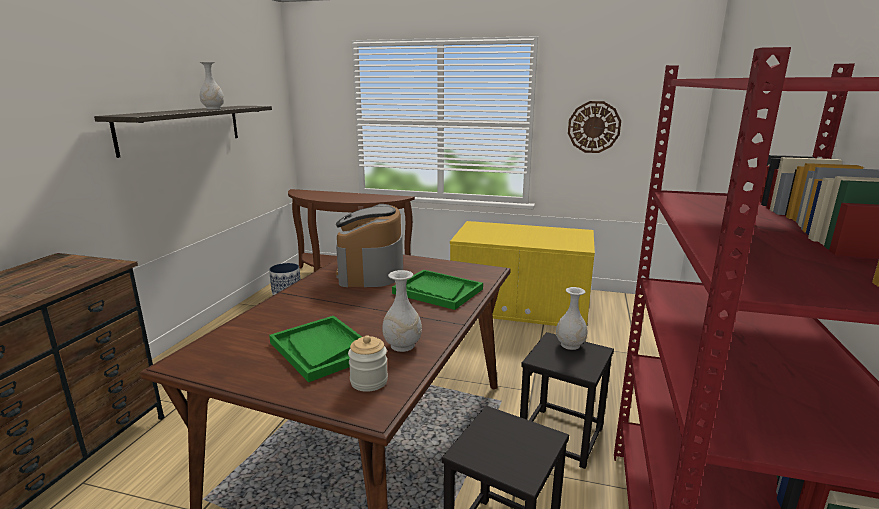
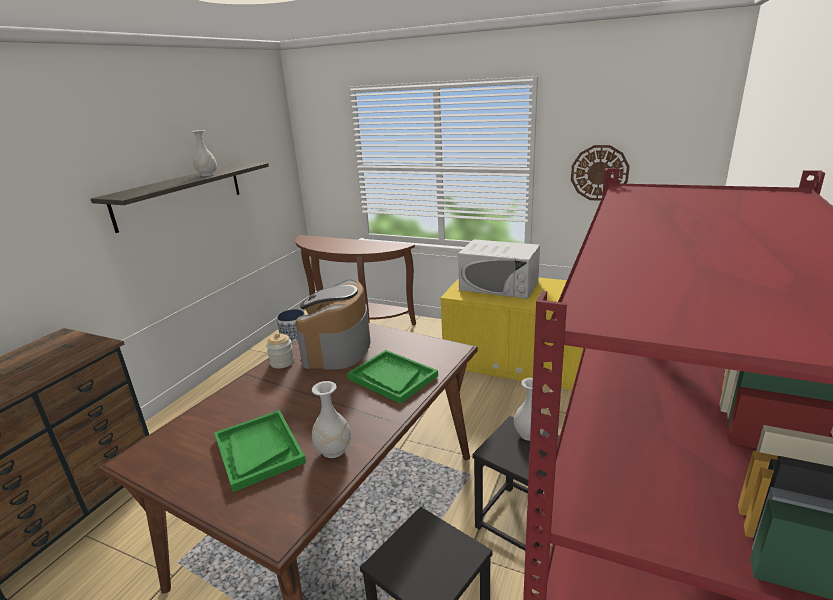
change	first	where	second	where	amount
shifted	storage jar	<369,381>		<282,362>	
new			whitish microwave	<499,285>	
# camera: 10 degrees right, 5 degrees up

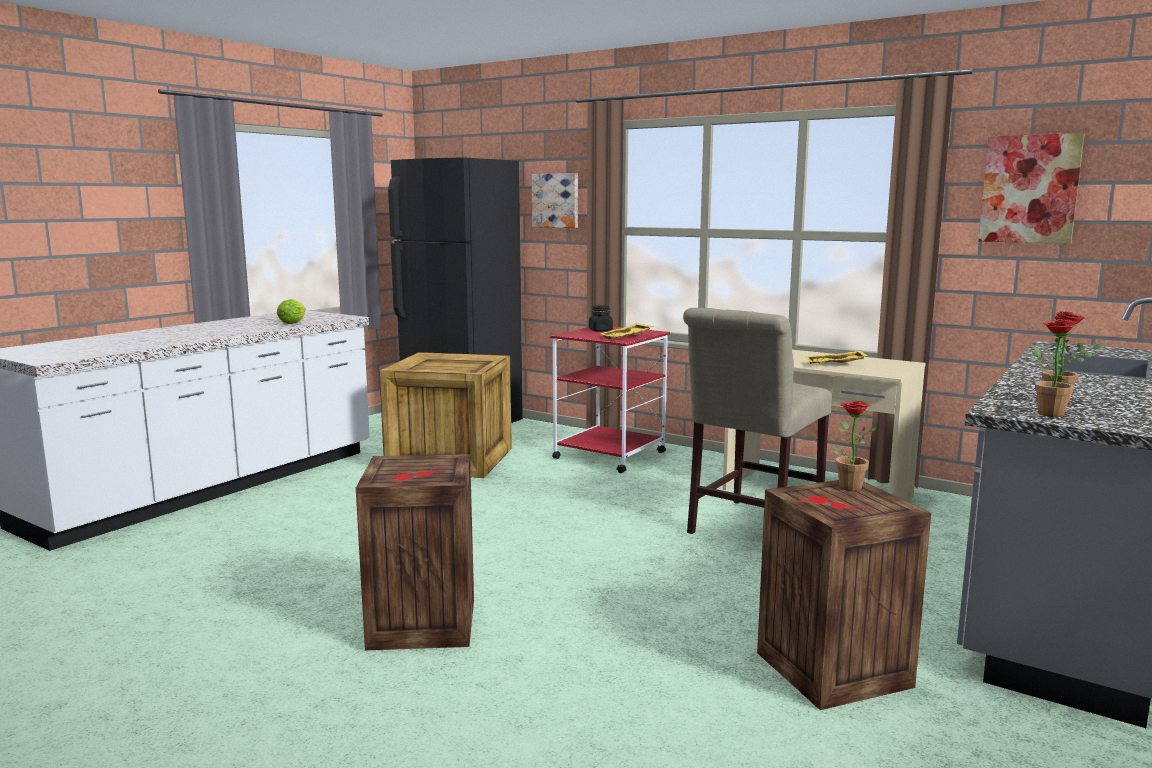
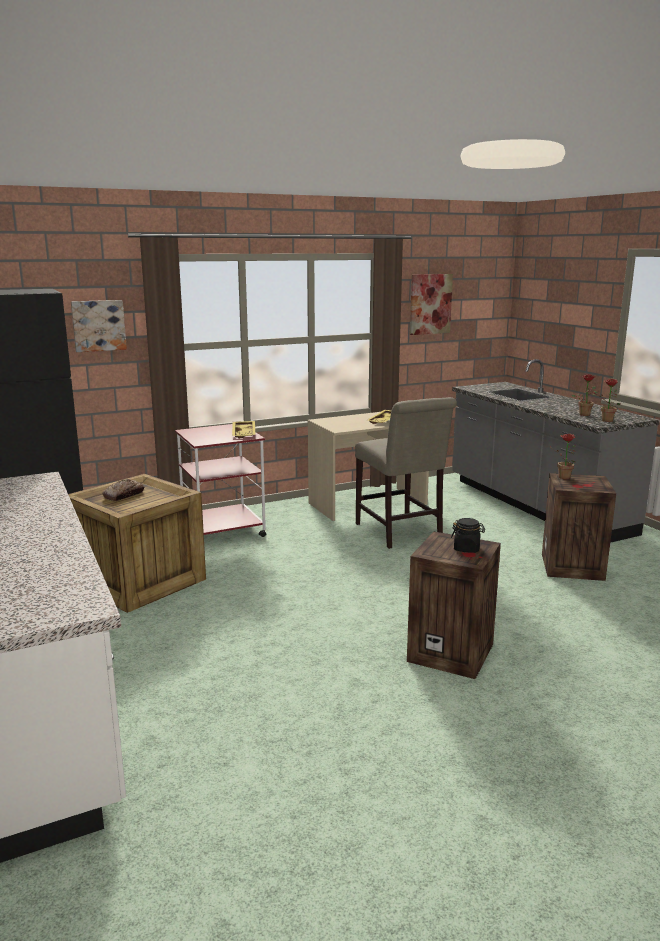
change	first	where	second	where	amount
gone	lettuce	<293,322>			
shifted	black-coloured storage jar	<600,330>		<467,548>	
new			baked bread	<124,495>	
# camera: 60 degrees left, 5 degrees up

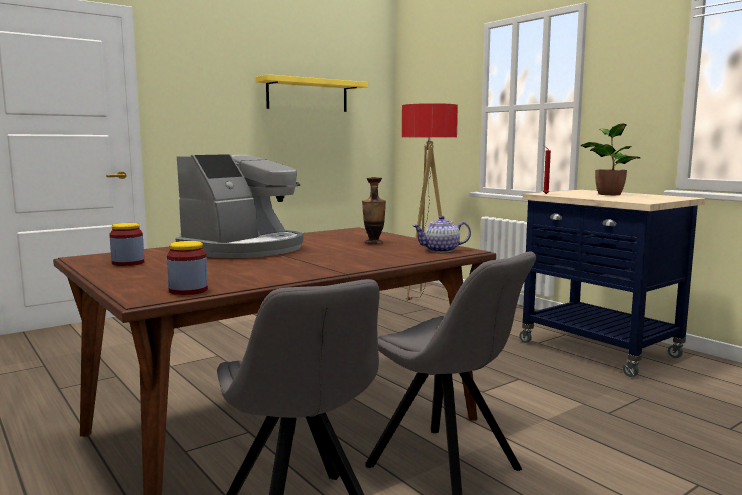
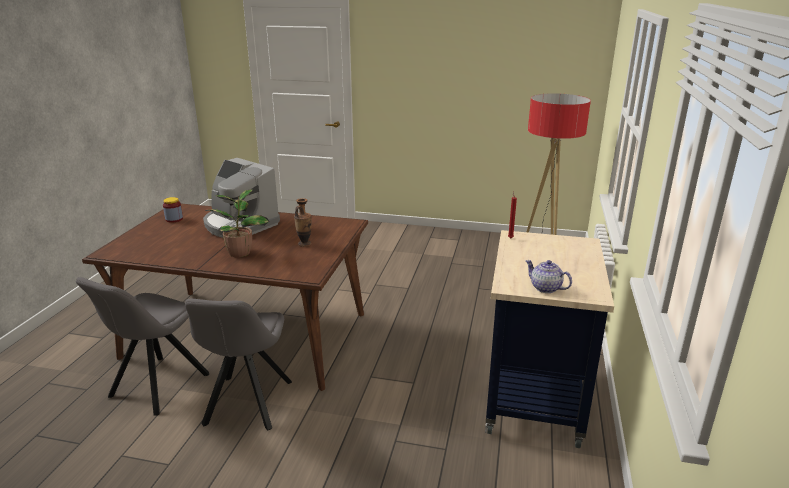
change	first	where	second	where	amount
gone	storage jar	<188,290>			
rotated	coffee maker	<245,249>		<240,224>	45 degrees clockwise
gone	yellow-coloured wall shelf	<307,95>			
shifted	pot for tea	<441,250>		<545,288>	
shifted	houseplant	<608,194>		<241,252>	
# camera: 50 degrees right, 15 degrees up

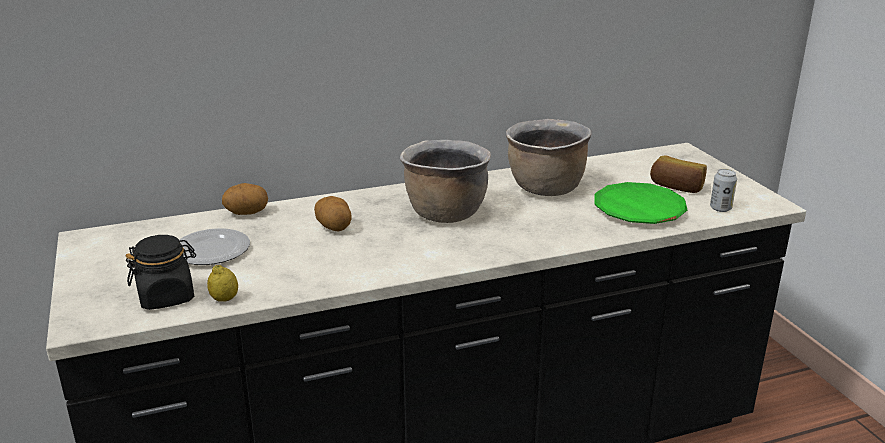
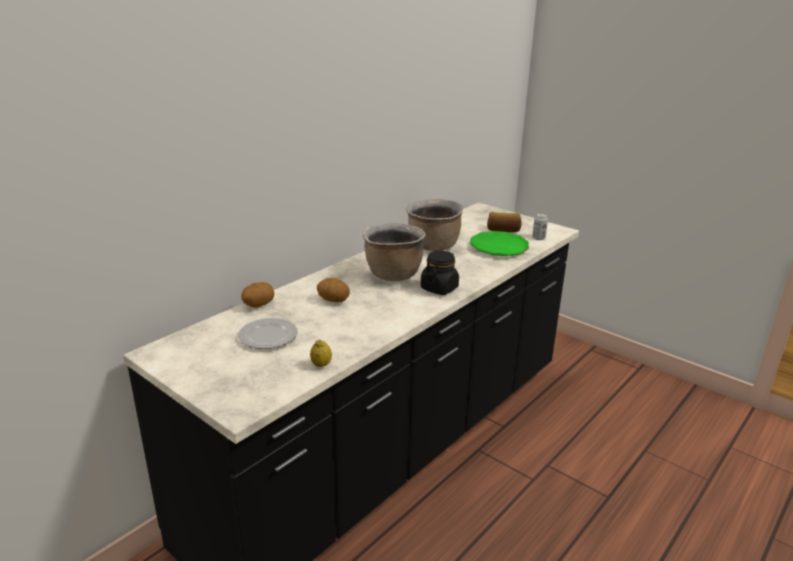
change	first	where	second	where	amount
shifted	black-coloured storage jar	<166,297>		<439,288>	
# camera: 30 degrees left, 0 degrees up

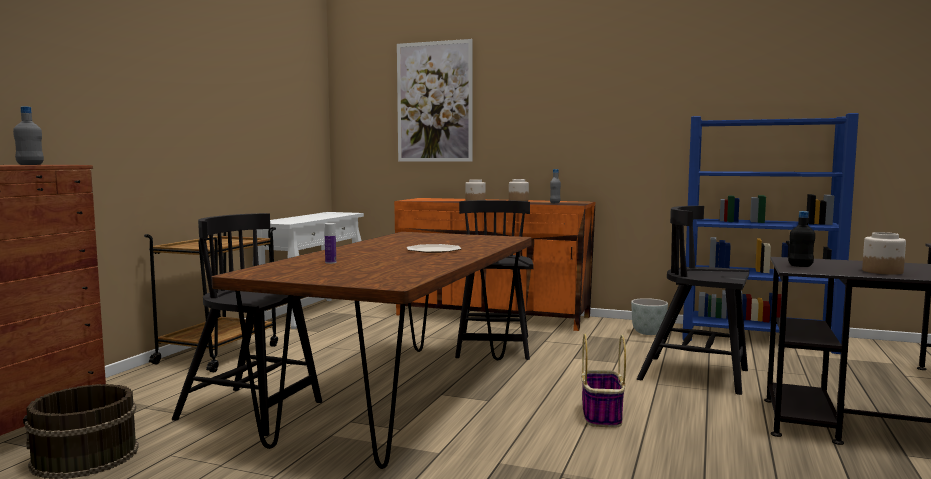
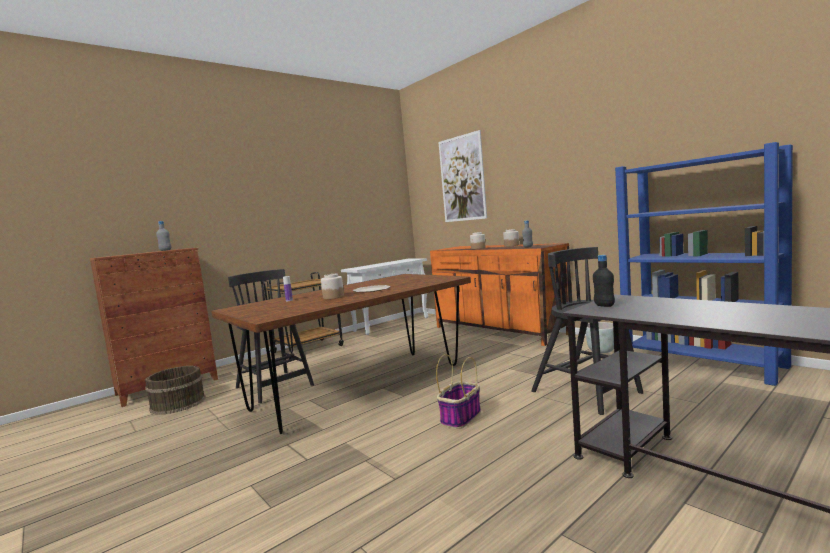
change	first	where	second	where	amount
gone	black-coloured chair	<493,347>			
shifted	storage jar	<882,271>		<333,297>	
# camera: 30 degrees right, 0 degrees up

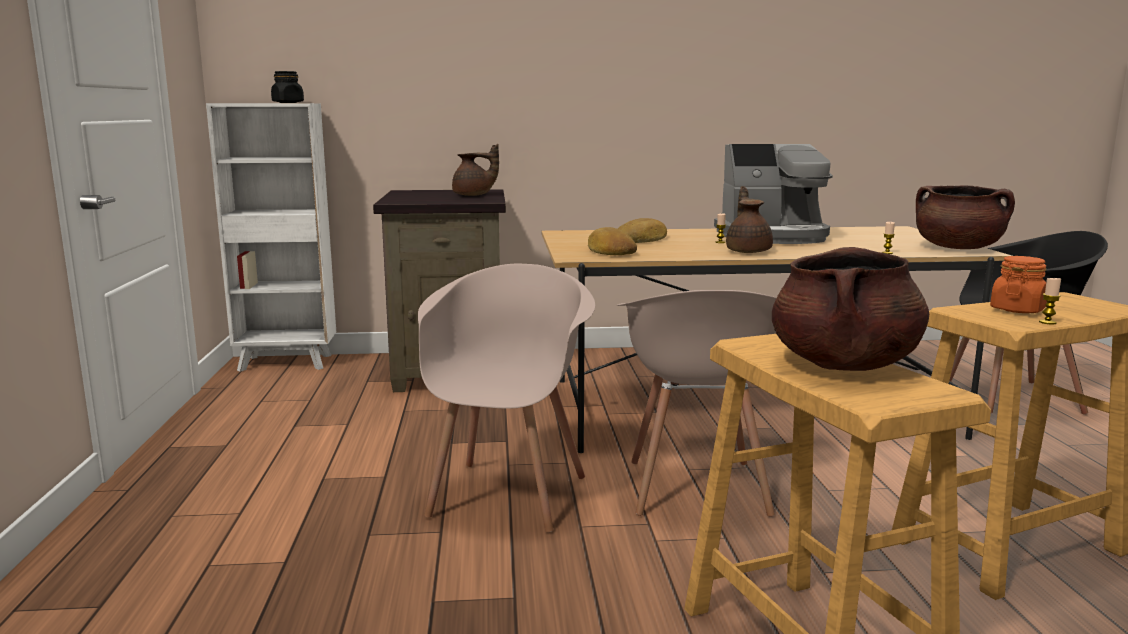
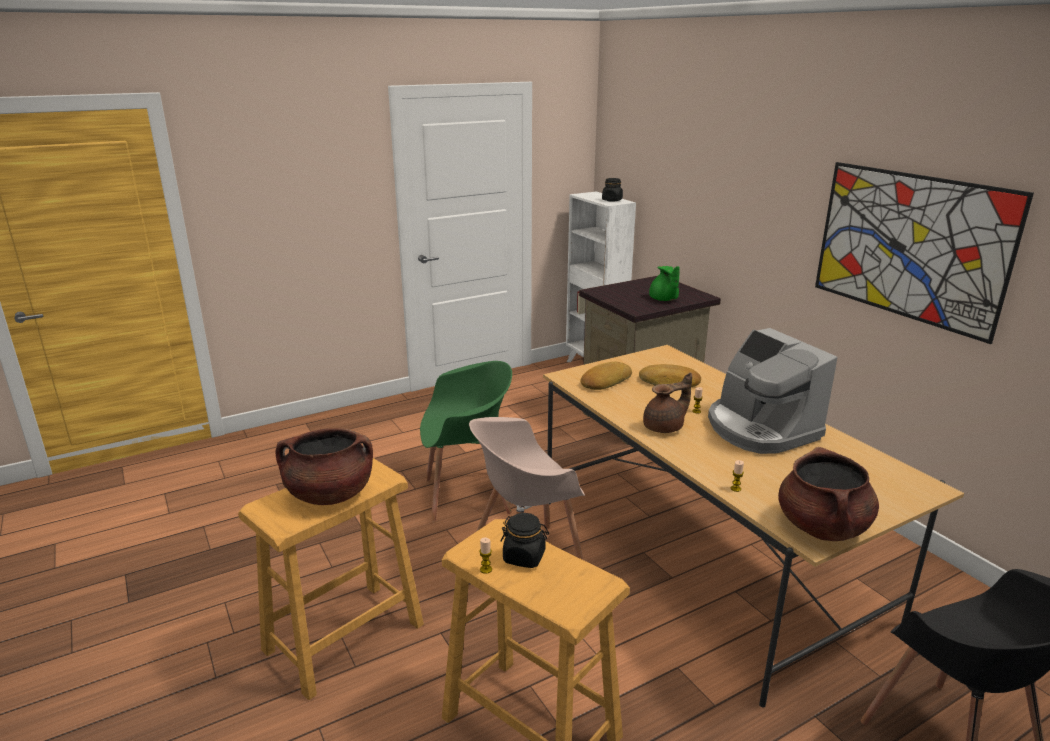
change	first	where	second	where	amount
repainted	sand-coloured chair	<508,495>	green chair	<468,495>	
repainted	brown-coloured pot for tea	<473,195>	green pot for tea	<664,299>	
repainted	orange storage jar	<1017,310>	black-coloured storage jar	<524,557>	
new			picture	<909,246>	
# camera: 65 degrees right, 10 degrees up

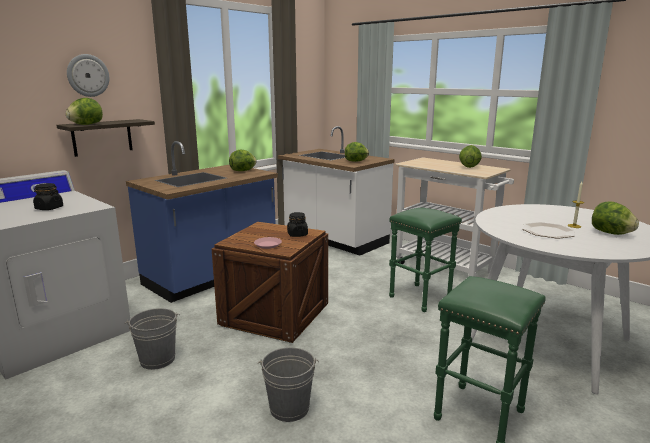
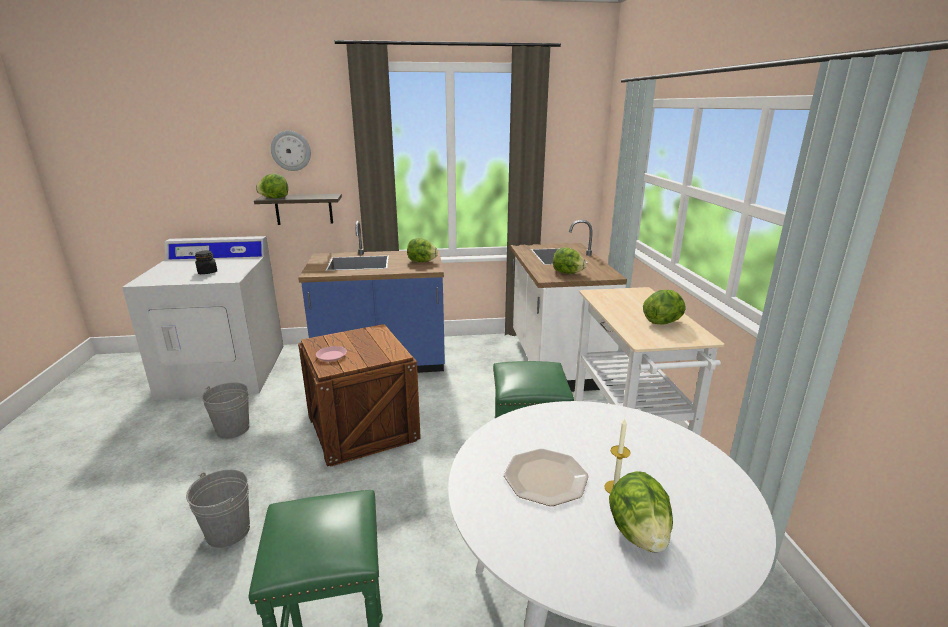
change	first	where	second	where	amount
gone	black-coloured storage jar	<297,234>			
# camera: 40 degrees right, 5 degrees up

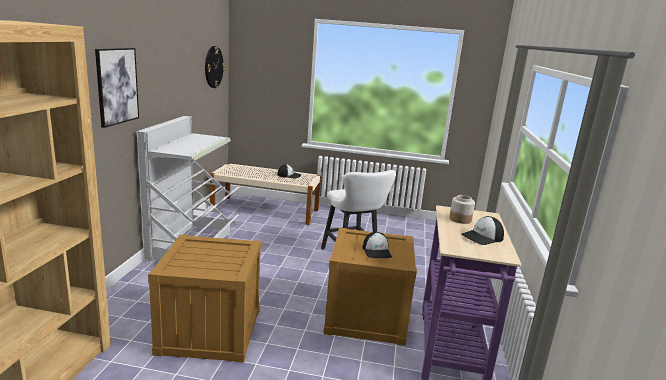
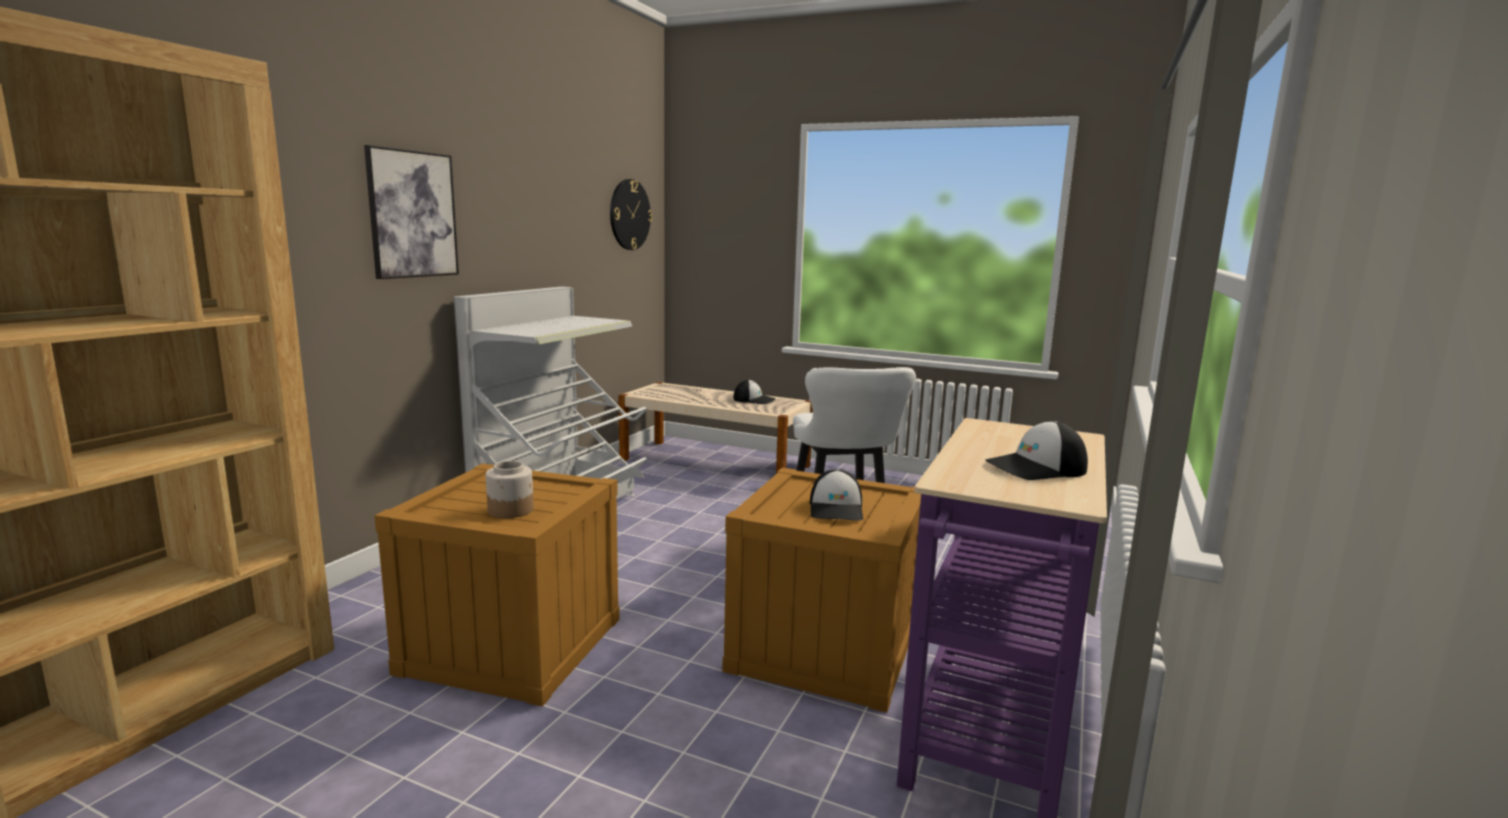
change	first	where	second	where	amount
shifted	storage jar	<460,219>		<511,510>	
# camera: 15 degrees right, 5 degrees down

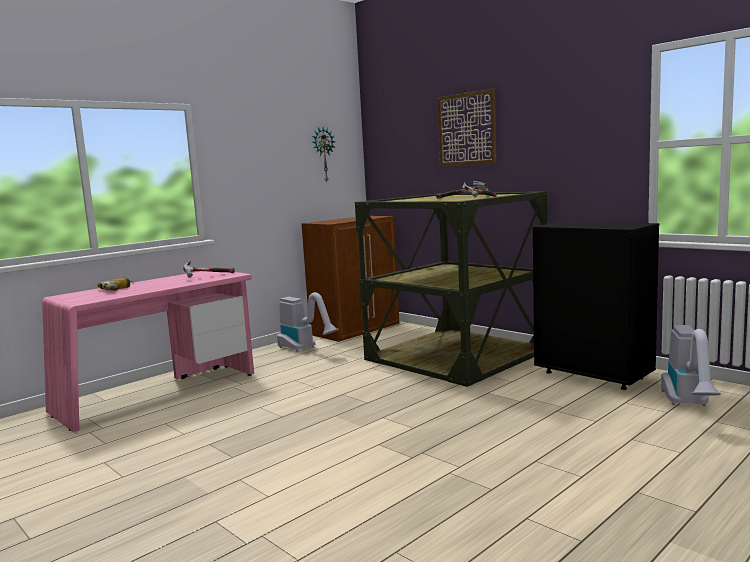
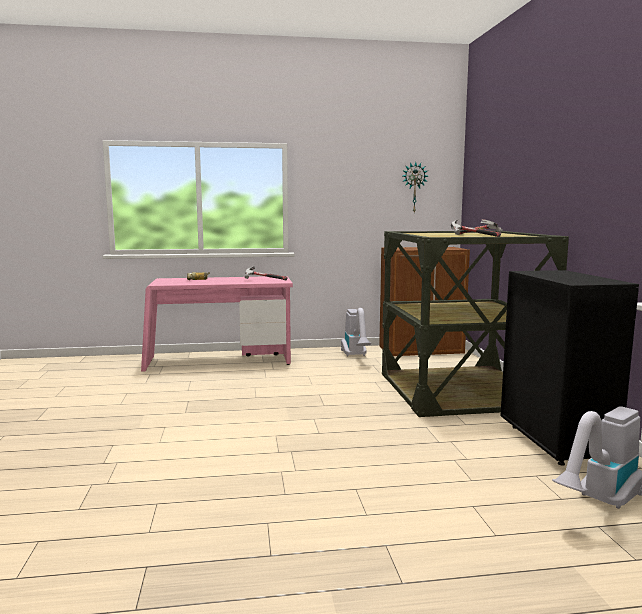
change	first	where	second	where	amount
gone	picture	<466,128>			
# camera: 35 degrees right, 0 degrees up

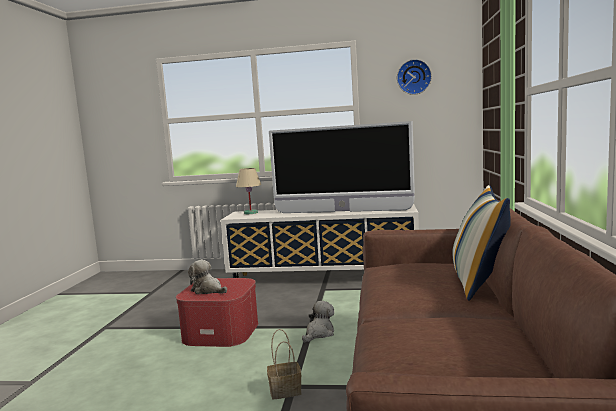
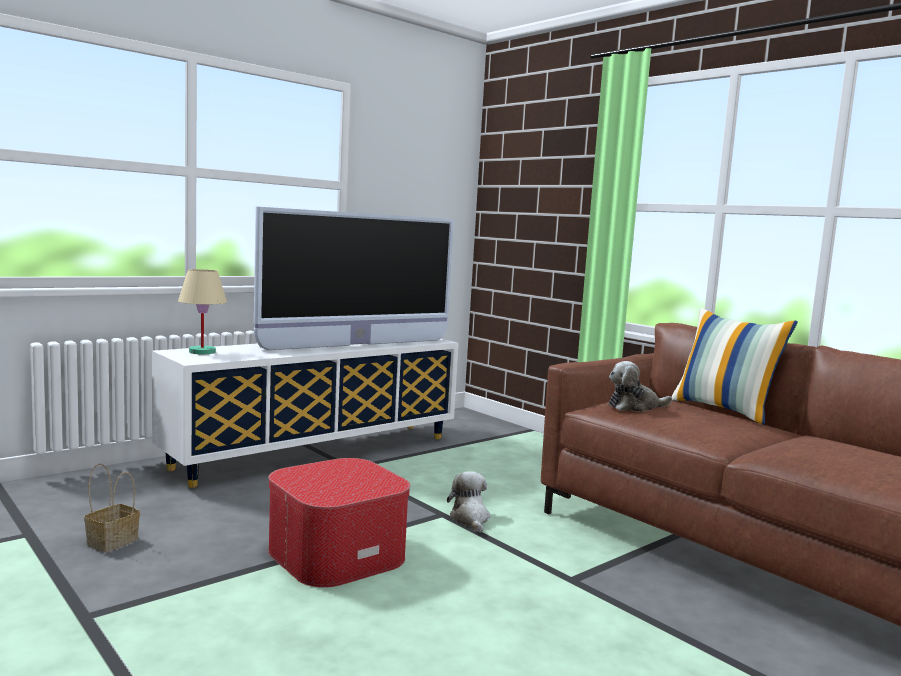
change	first	where	second	where	amount
shifted	plush toy	<208,290>		<635,407>	
shifted	basket	<286,390>		<113,541>	
gone	wall clock	<413,77>			
# camera: 50 degrees left, 0 degrees up

